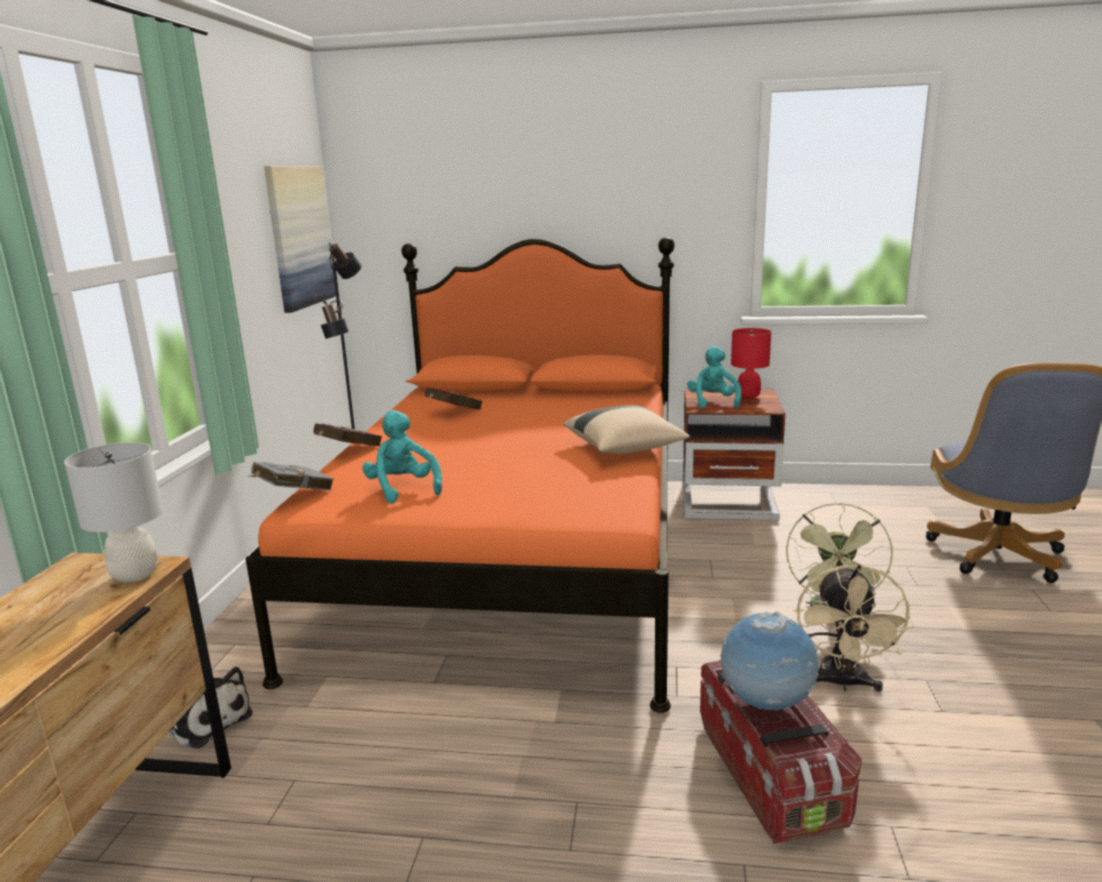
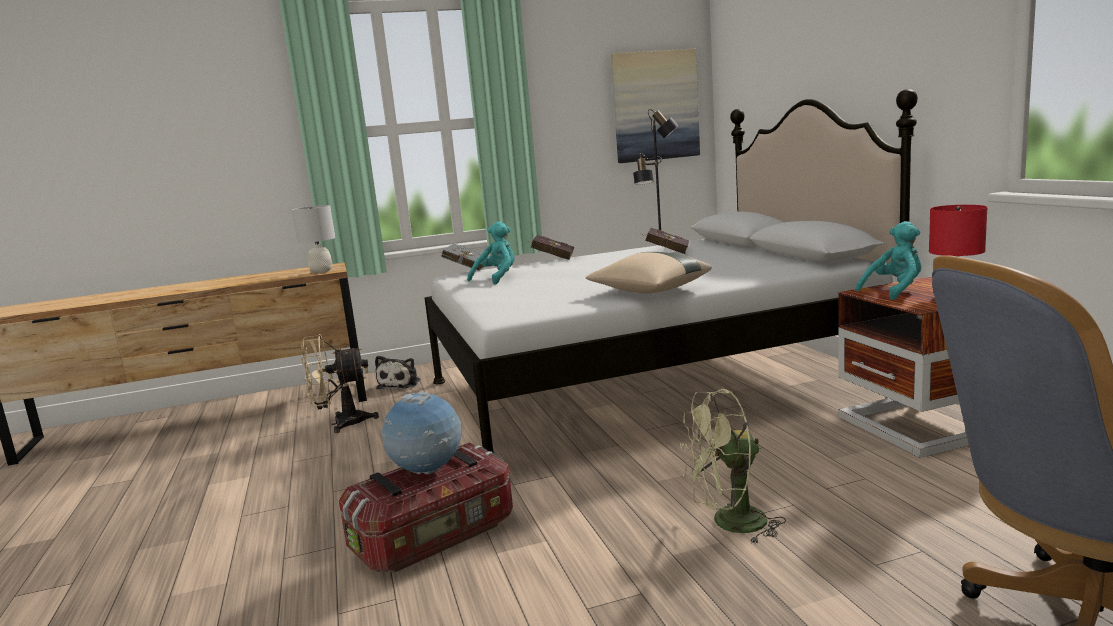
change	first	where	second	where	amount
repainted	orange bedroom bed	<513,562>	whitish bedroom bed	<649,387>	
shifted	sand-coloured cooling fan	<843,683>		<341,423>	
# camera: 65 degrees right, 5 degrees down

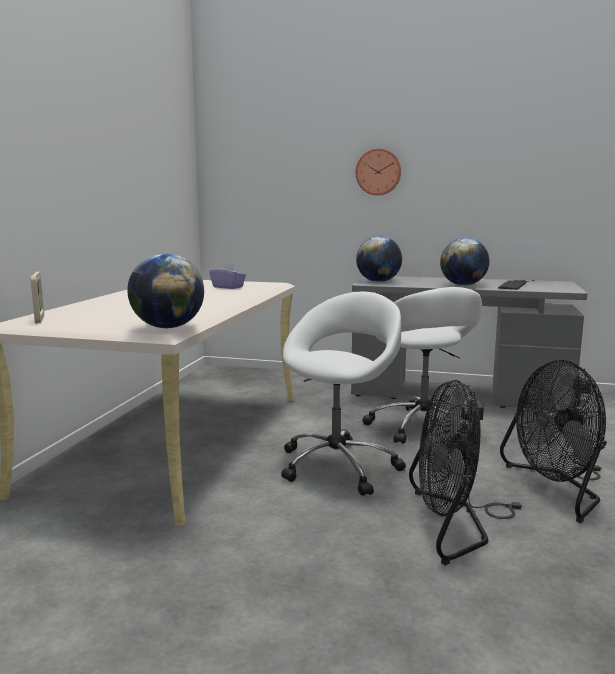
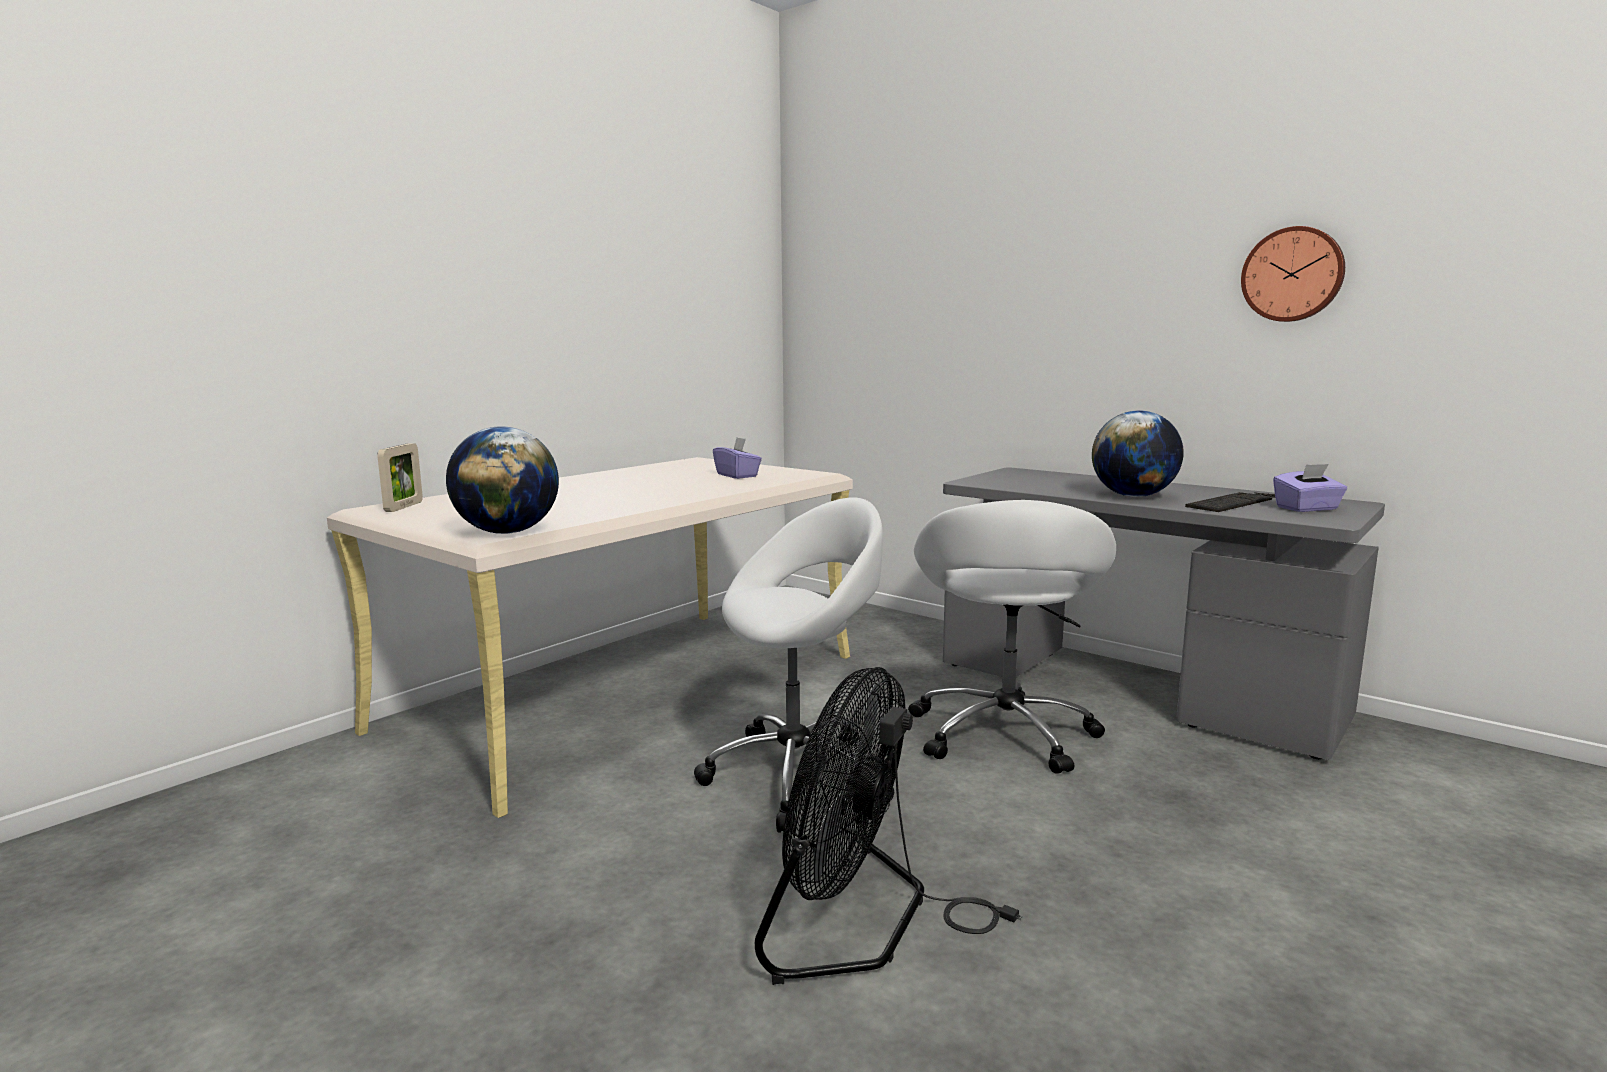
change	first	where	second	where	amount
shifted	wall clock	<378,172>		<1293,274>	
gone	world globe	<378,281>			
gone	black-coloured cooling fan	<559,487>			
new			purplish tissue holder	<1307,508>	
# camera: 25 degrees right, 0 degrees up

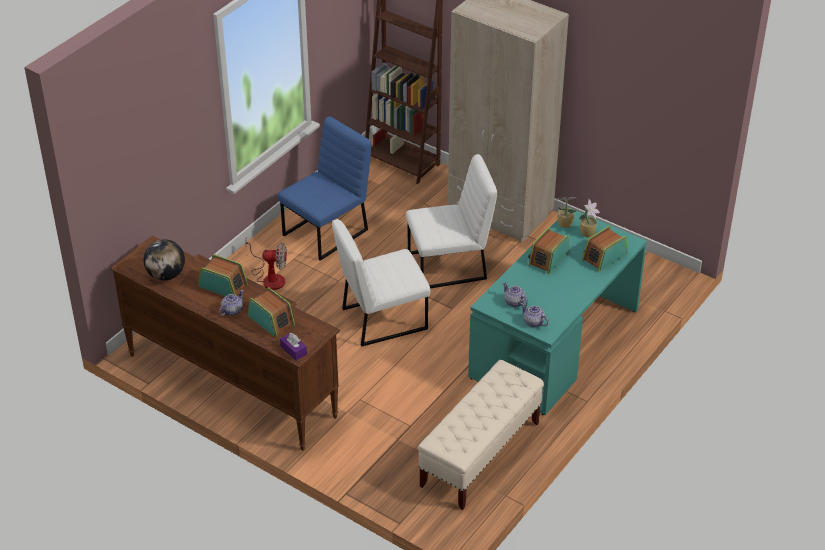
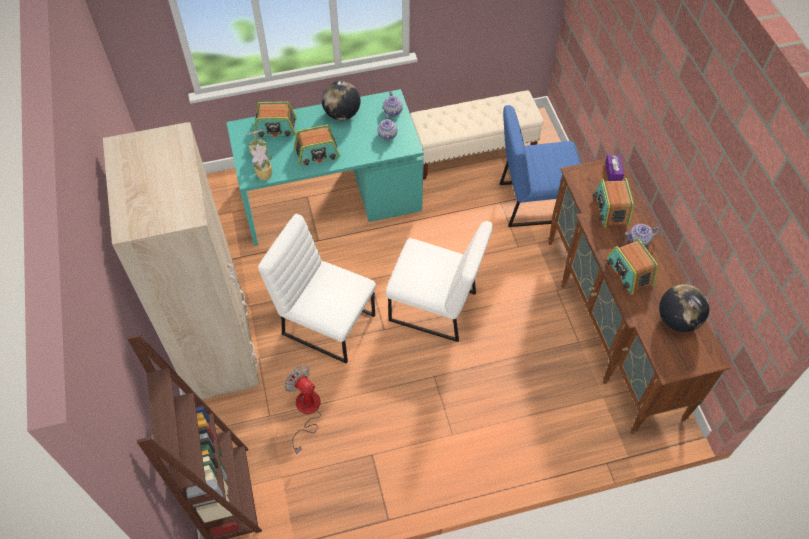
change	first	where	second	where	amount
shifted	cooling fan	<269,277>		<306,411>	
shifted	blue-coloured chair	<327,231>		<533,202>	
new			world globe	<342,114>	
# camera: 140 degrees left, 15 degrees up

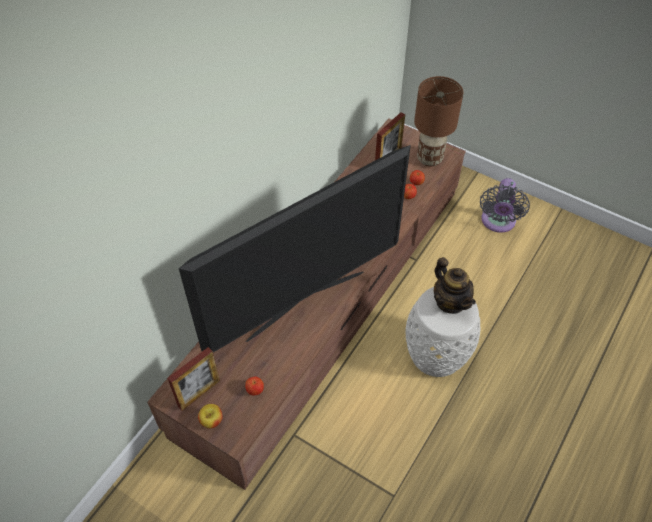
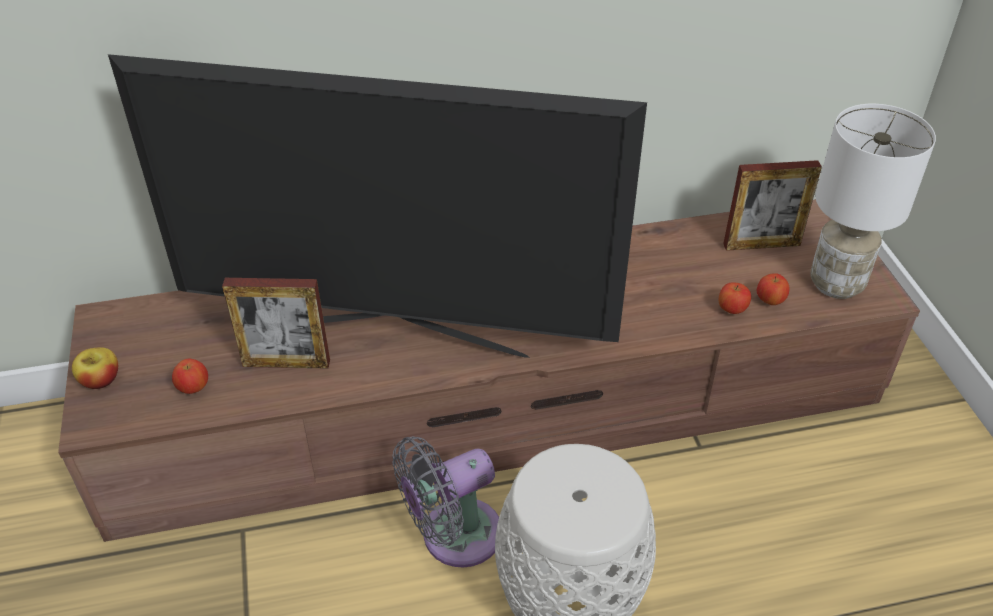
change	first	where	second	where	amount
shifted	standing frame	<199,393>		<286,363>	
repainted	brown-coloured lamp for a table	<430,159>	whitish lamp for a table	<836,284>	
gone	pot for tea	<450,302>			
shifted	grey cooling fan	<497,222>		<453,536>	
# camera: 45 degrees right, 10 degrees down

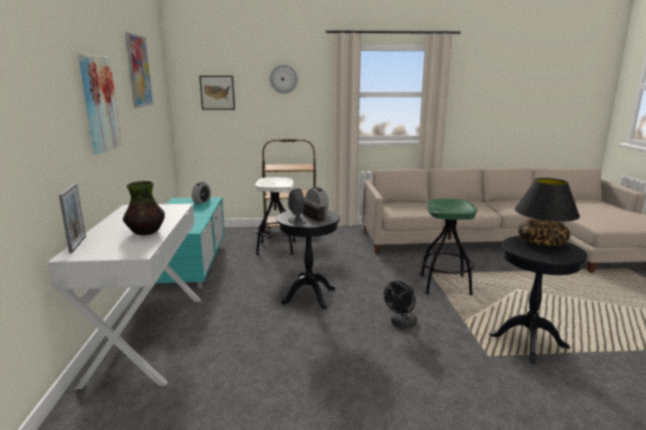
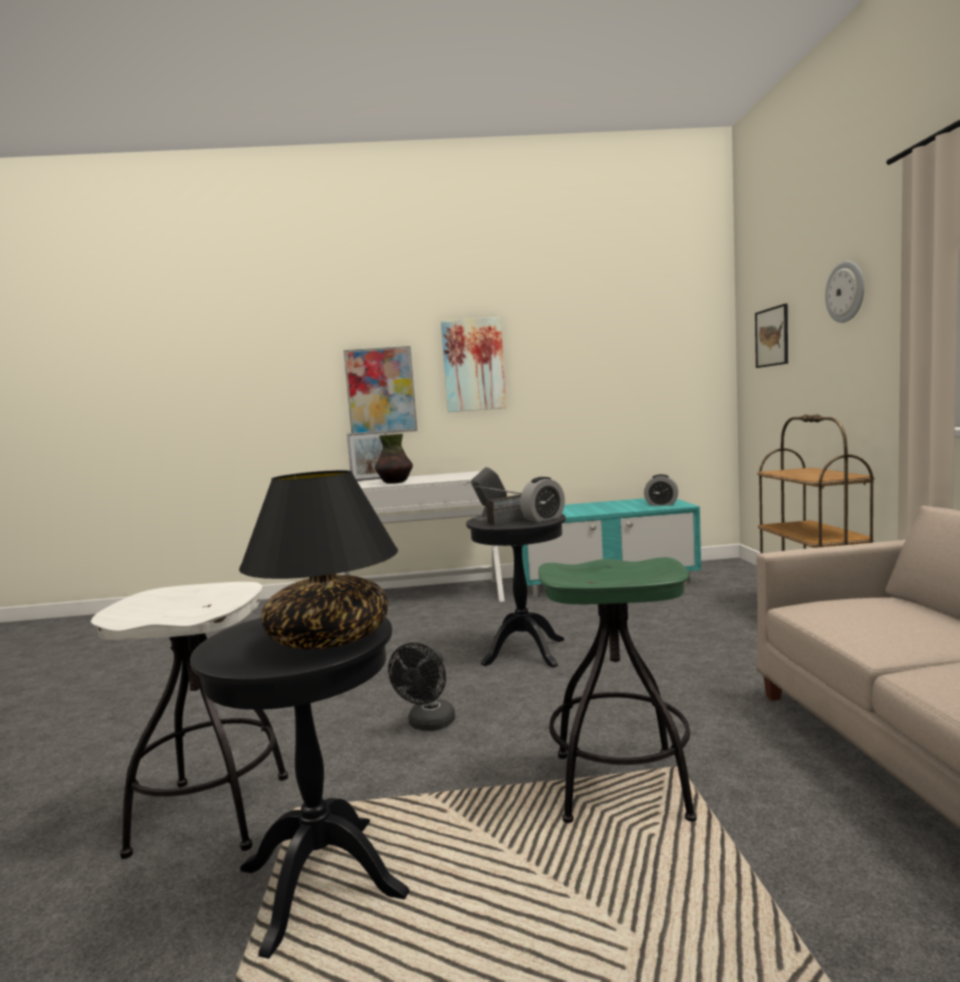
change	first	where	second	where	amount
shifted	picture	<138,71>		<381,391>	
shifted	whitish sitting stool	<276,247>		<212,813>	
rotated	black-coloured cooling fan	<401,324>		<428,725>	105 degrees counterclockwise
# camera: 90 degrees right, 10 degrees down

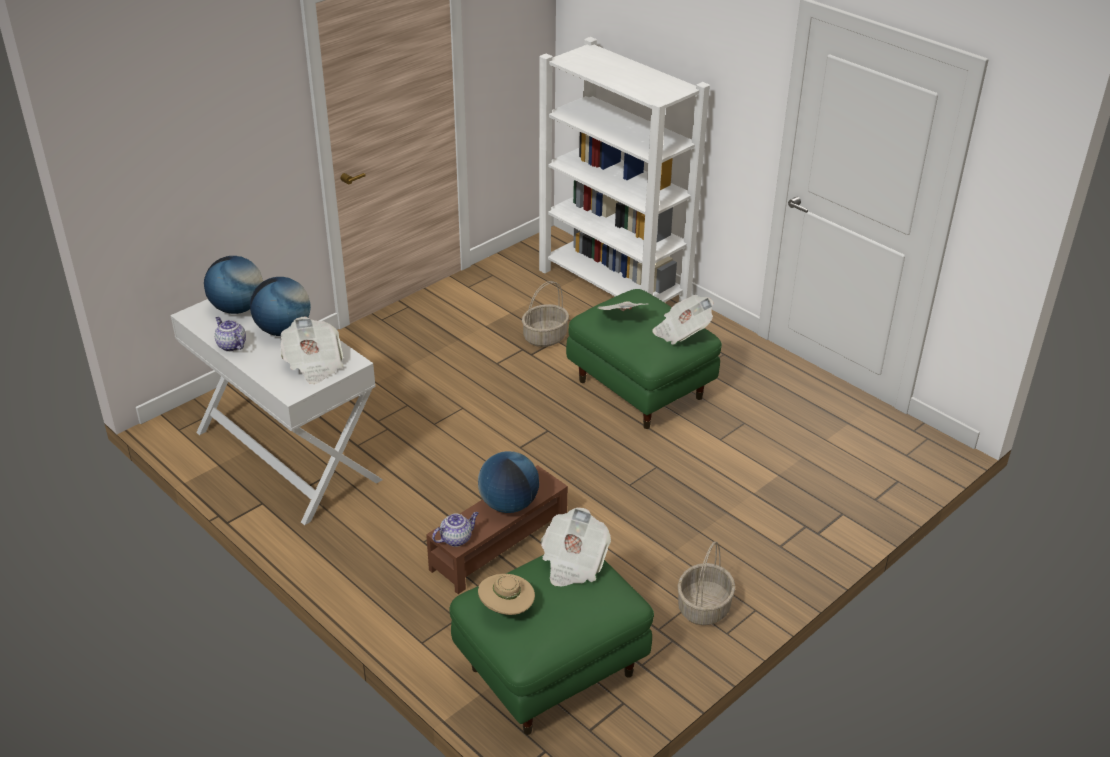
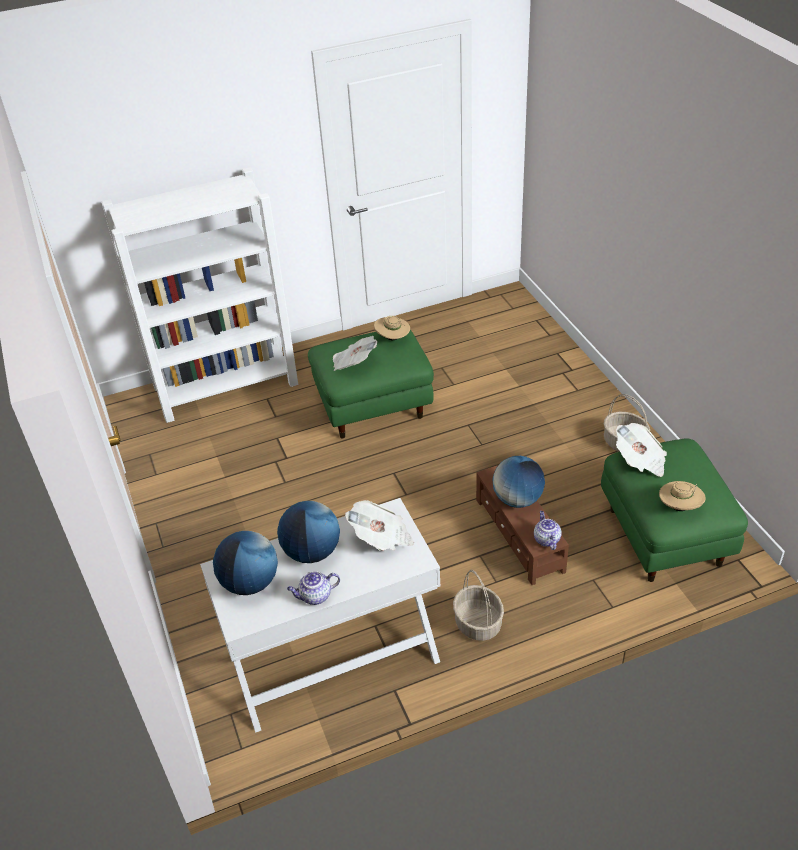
change	first	where	second	where	amount
shifted	basket	<545,337>		<477,623>	
swapped	newspaper	<681,332>	sand-coloured wearable hat	<393,338>	
# camera: 65 degrees left, 5 degrees up

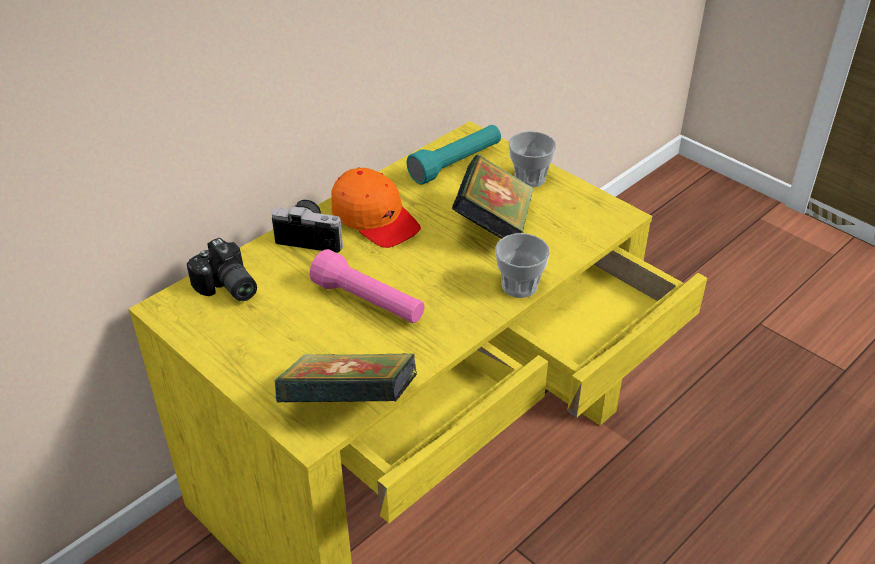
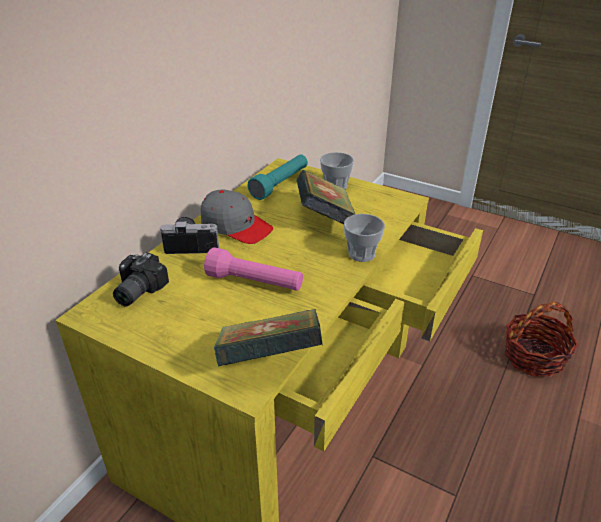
change	first	where	second	where	amount
rotated	photo camera	<226,288>		<136,291>	75 degrees clockwise
repainted	orange baseball cap	<375,218>	grey baseball cap	<236,226>	
new			basket	<534,357>	
# camera: 15 degrees left, 5 degrees down

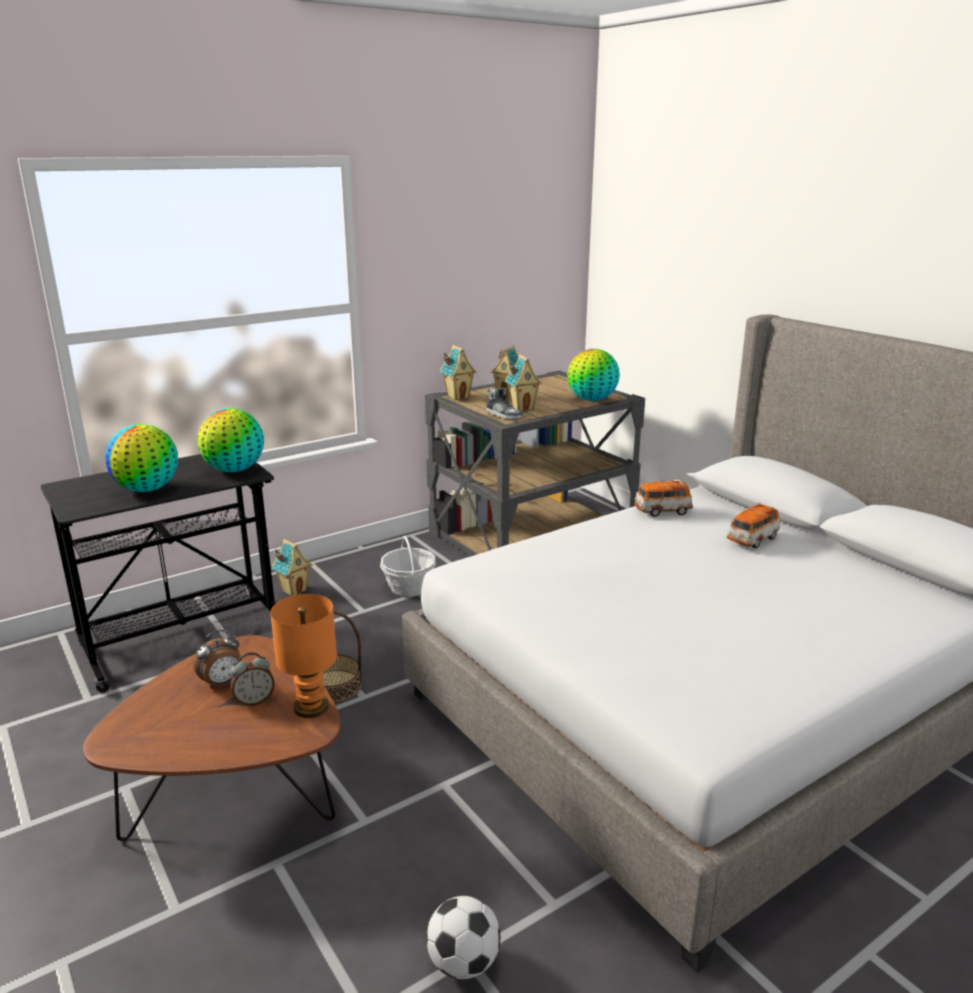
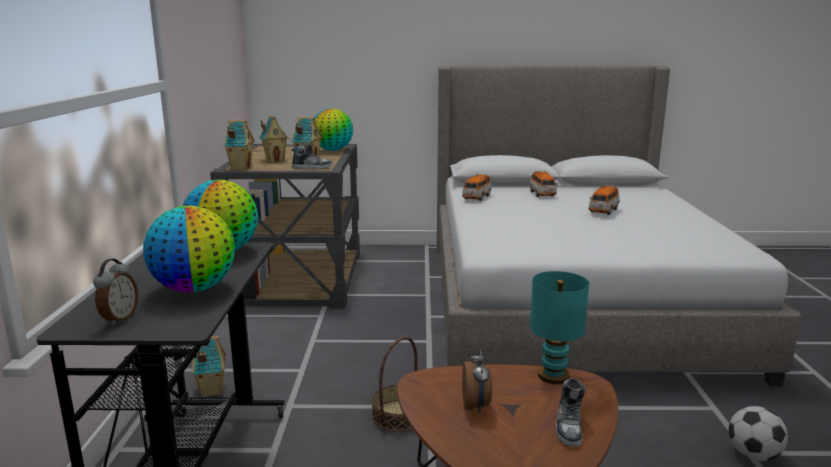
change	first	where	second	where	amount
shifted	alarm clock	<254,701>		<119,319>	
repainted	orange lamp for a table	<312,707>	turquoise lamp for a table	<553,375>	
gone	basket	<409,588>			
new			low shoe	<569,426>	
new			toy car	<603,211>	
# camera: 55 degrees left, 5 degrees down

